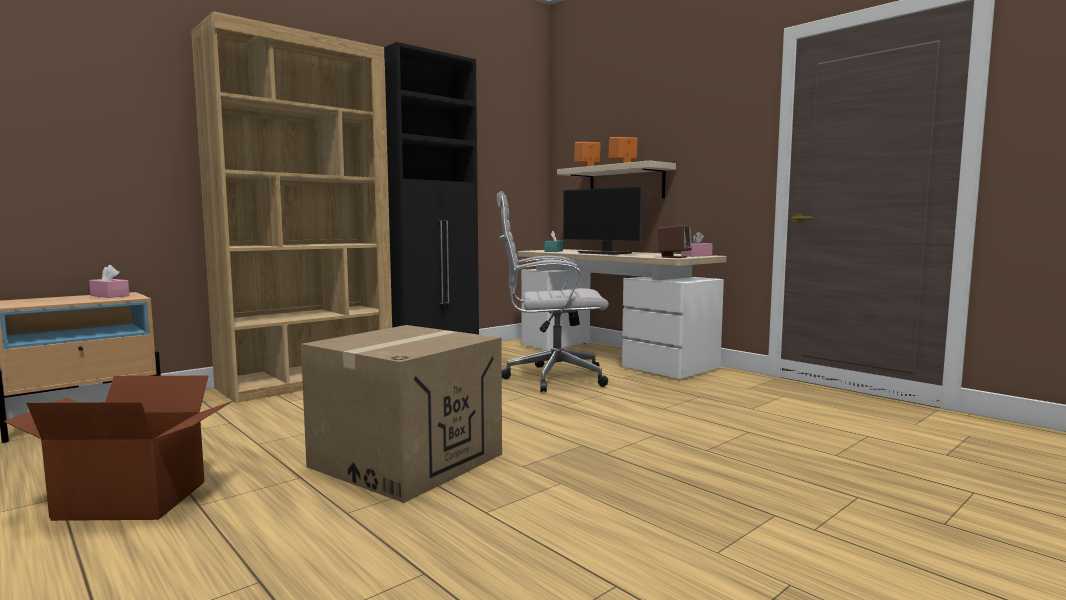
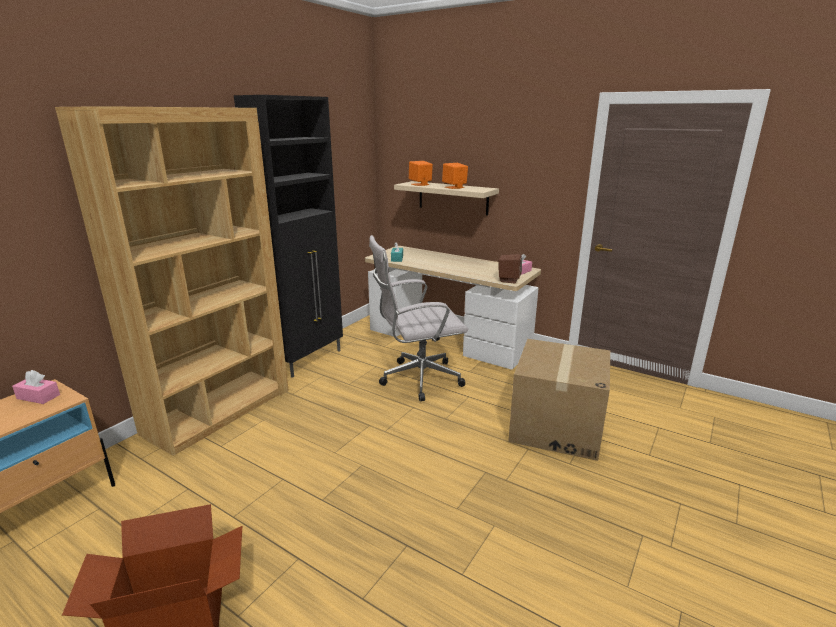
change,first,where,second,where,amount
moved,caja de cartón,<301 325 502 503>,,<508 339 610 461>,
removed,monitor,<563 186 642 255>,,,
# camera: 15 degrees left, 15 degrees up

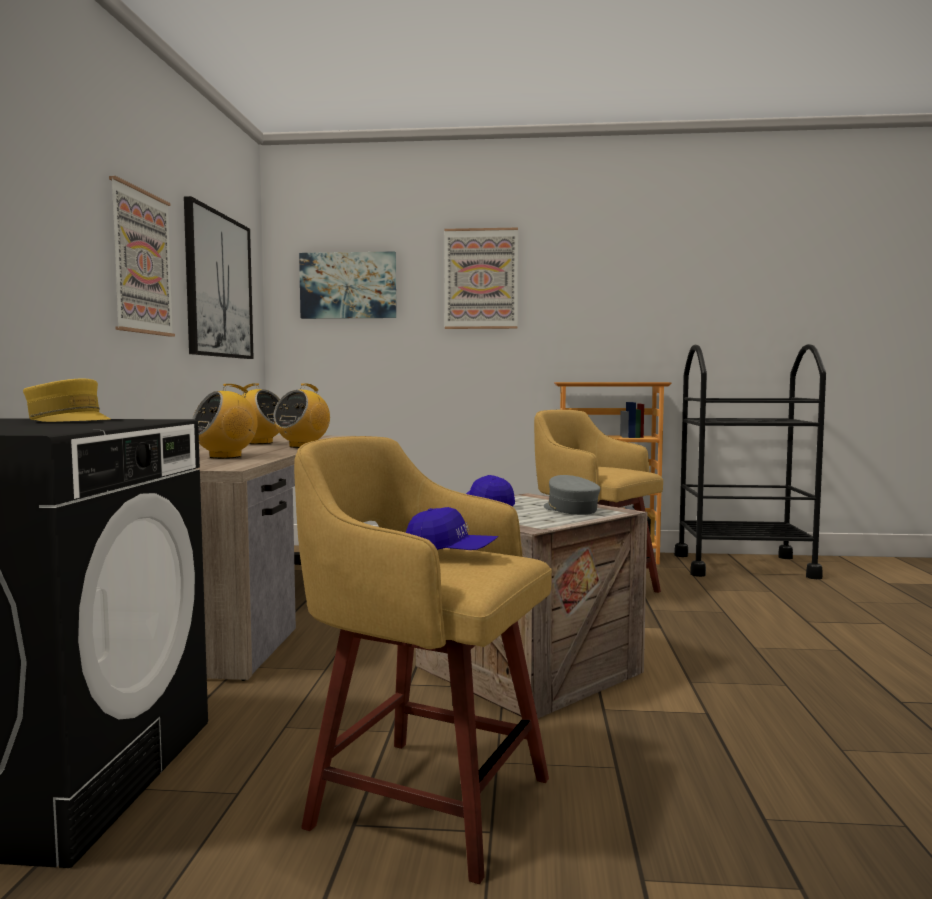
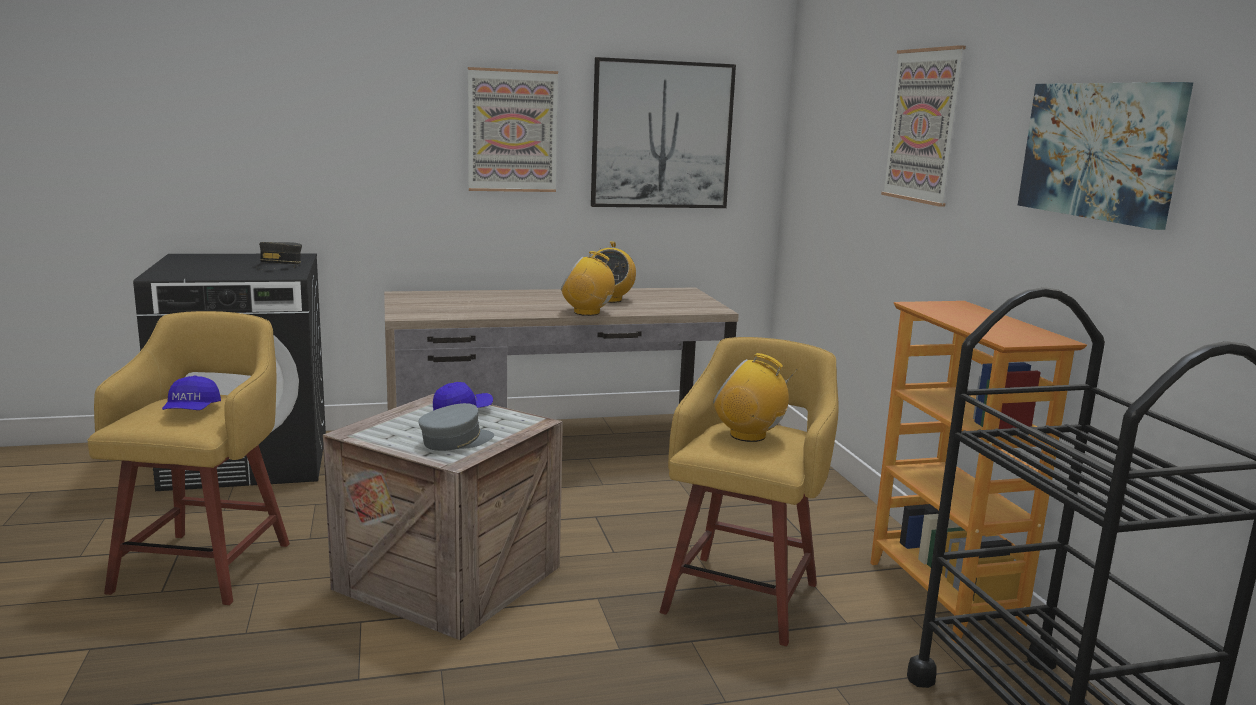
change,first,where,second,where,amount
recoloured,gorra [amarillo],<23 379 110 422>,gorra [gris],<256 242 302 270>,
moved,radio,<192 384 258 459>,,<713 353 797 442>,
moved,cuadro,<299 251 396 319>,,<1018 82 1193 230>,
# camera: 70 degrees right, 10 degrees up

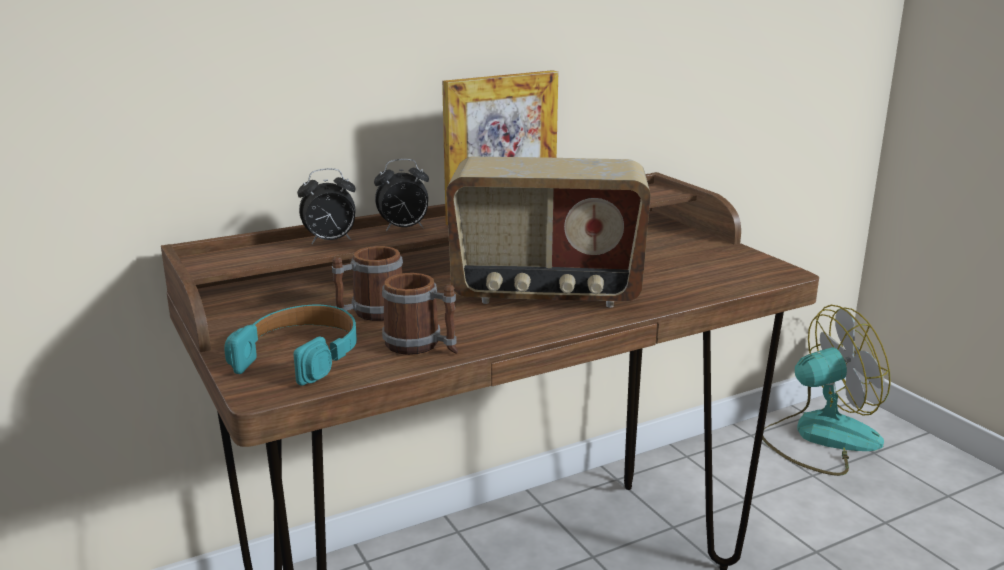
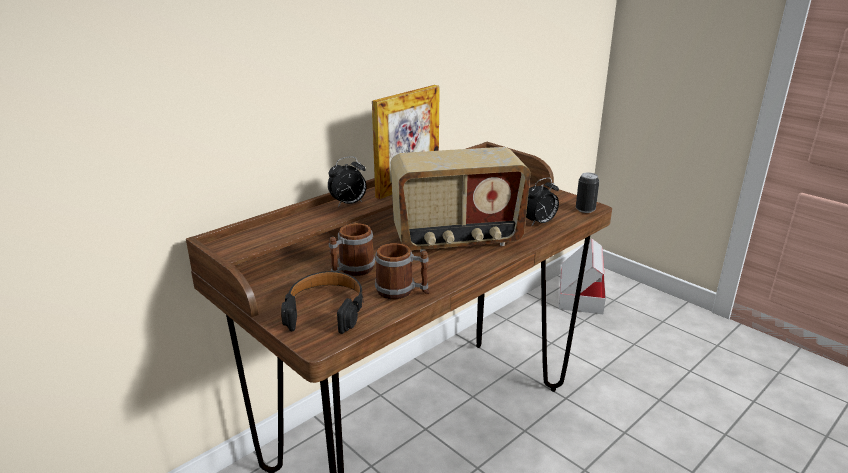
change,first,where,second,where,amount
recoloured,auriculares [turquesa],<224 304 357 386>,auriculares [negro],<281 271 363 334>,
moved,despertador,<297 168 356 244>,,<526 178 559 227>,
replaced,ventilador,<762 305 891 476>,caja de cartón,<559 238 606 314>,
added,,,lata,<576 173 599 213>,
# camera: 15 degrees left, 5 degrees up

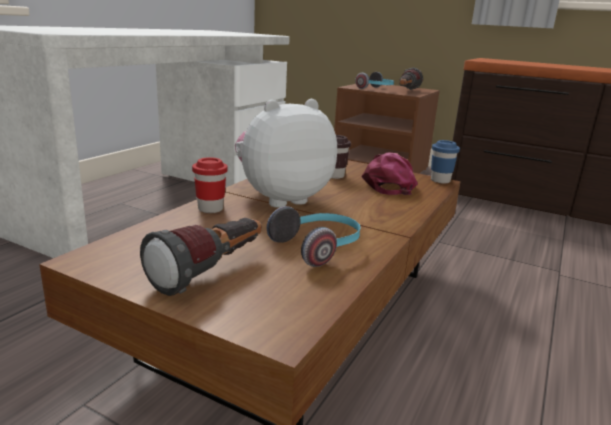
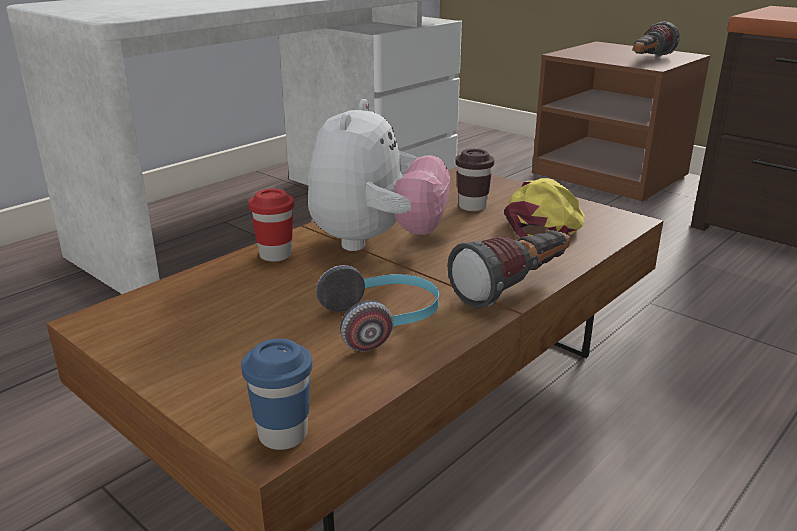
change,first,where,second,where,amount
moved,linterna,<140 218 262 296>,,<447 230 570 308>,
turned,peluche,<235 99 337 208>,,<308 99 450 251>,120 degrees clockwise
removed,auriculares,<355 72 394 89>,,,
recoloured,gorra [rosa],<361 153 418 195>,gorra [amarillo],<504 178 585 238>,
moved,taza [azul],<431 140 460 184>,,<241 338 312 450>,
# camera: 15 degrees right, 5 degrees up

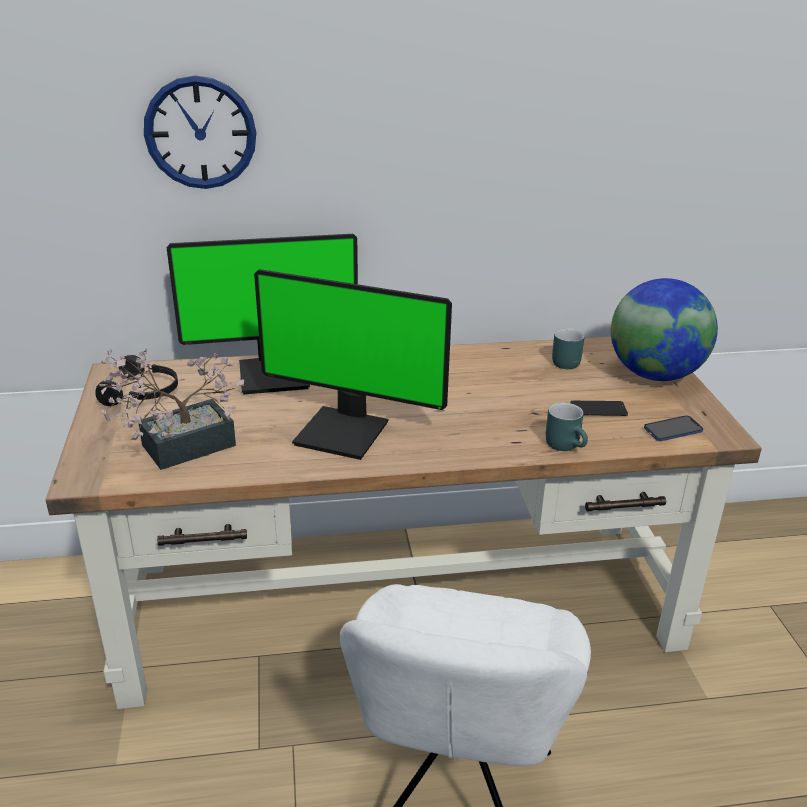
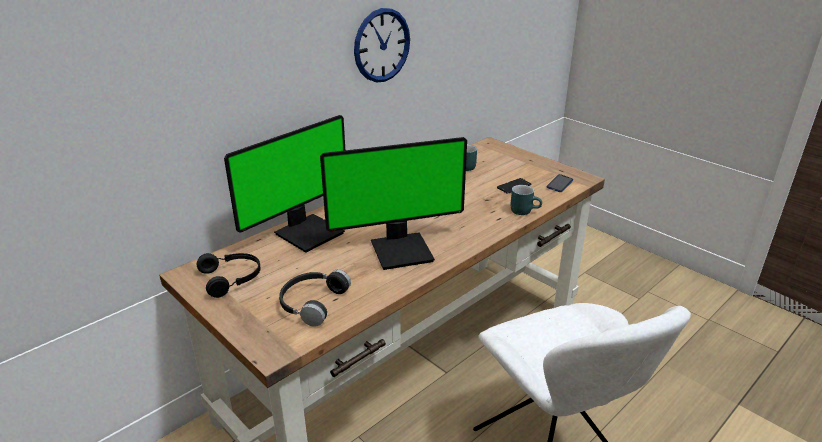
change,first,where,second,where,amount
replaced,planta en maceta,<99 348 244 470>,auriculares [negro],<279 269 351 327>,
moved,reloj de pared,<144 75 256 189>,,<354 8 410 83>,
removed,globo terráqueo,<611 278 718 381>,,,
# camera: 35 degrees left, 0 degrees up

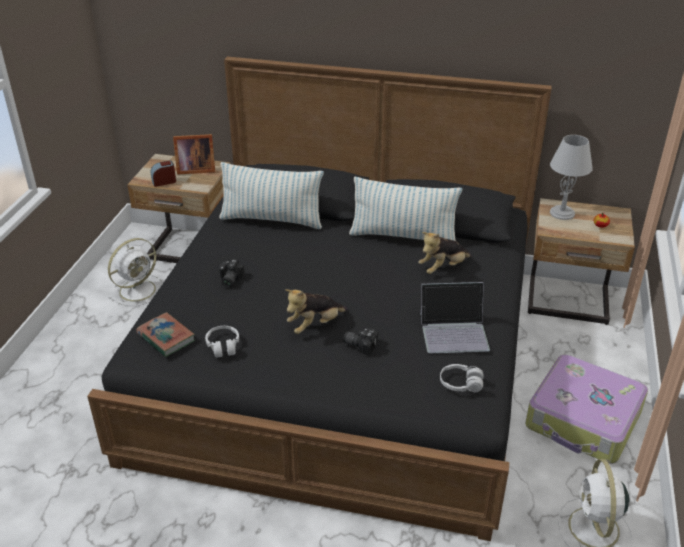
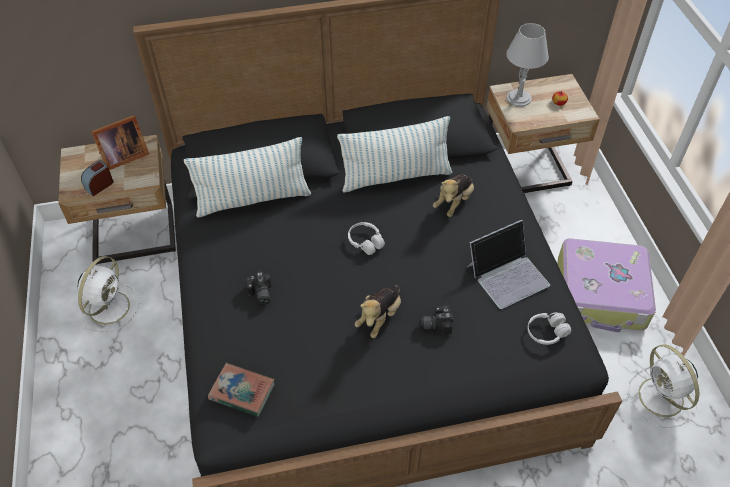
change,first,where,second,where,amount
moved,auriculares [blanco],<205 326 239 358>,,<348 222 385 255>,
# camera: 25 degrees left, 15 degrees up

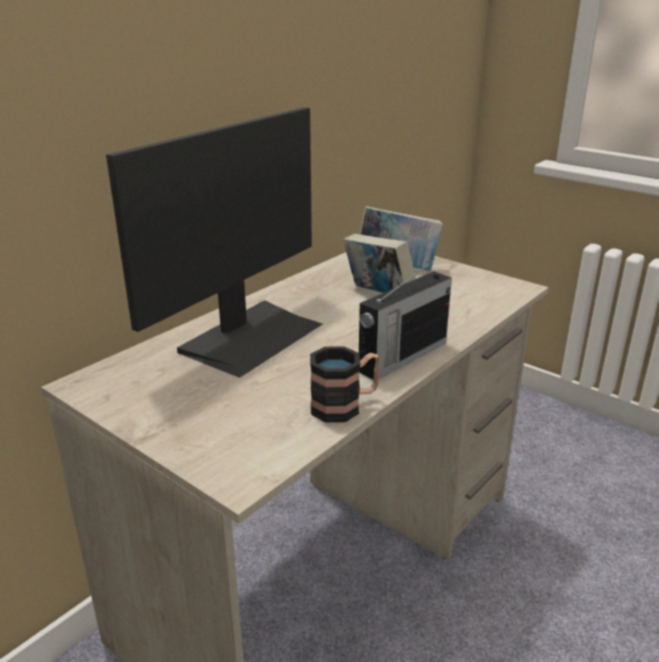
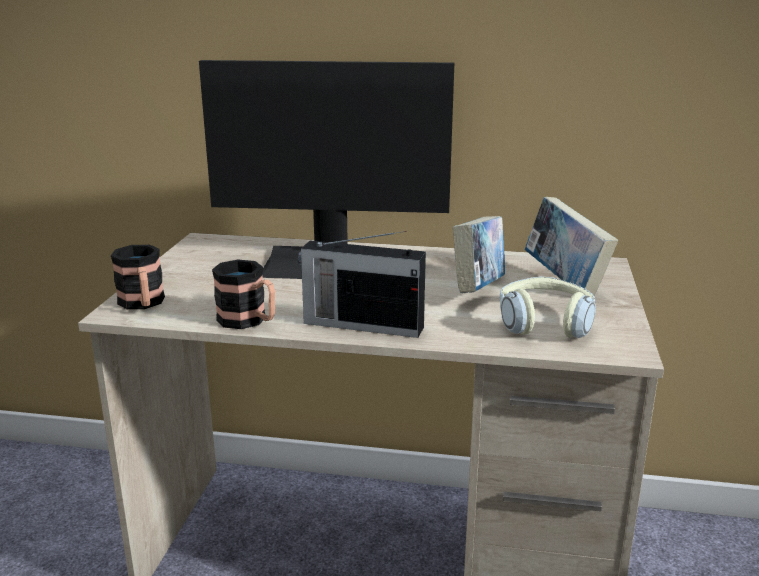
change,first,where,second,where,amount
added,,,taza grande,<111 245 165 309>,
added,,,auriculares,<499 276 596 338>,
# camera: 60 degrees right, 5 degrees down

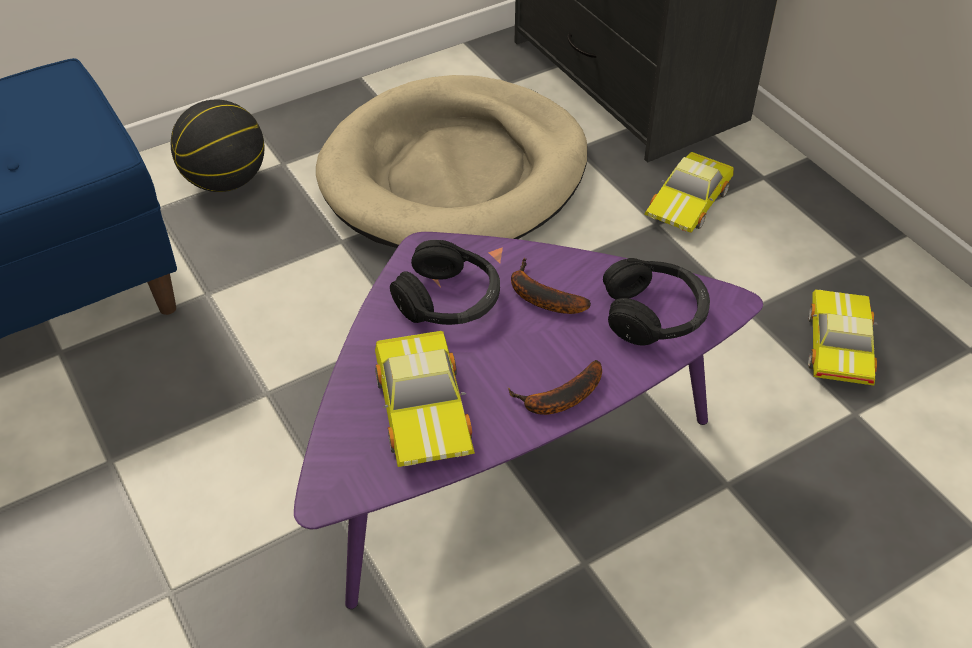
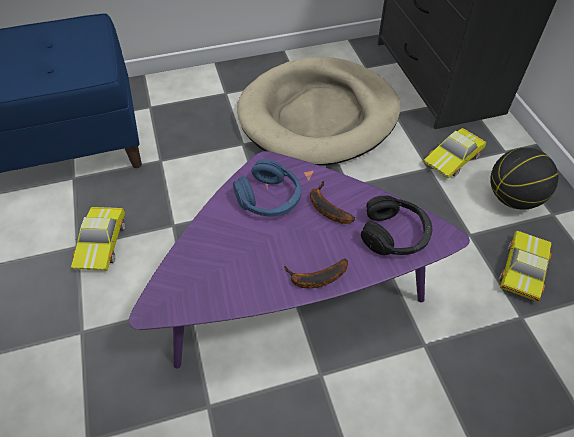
change,first,where,second,where,amount
moved,balón de baloncesto,<171 99 265 192>,,<490 148 558 210>,
moved,coche de juguete,<375 331 475 467>,,<71 207 125 271>,
recoloured,auriculares [negro],<390 240 500 325>,auriculares [azul],<233 159 301 216>,
# camera: 15 degrees right, 5 degrees up

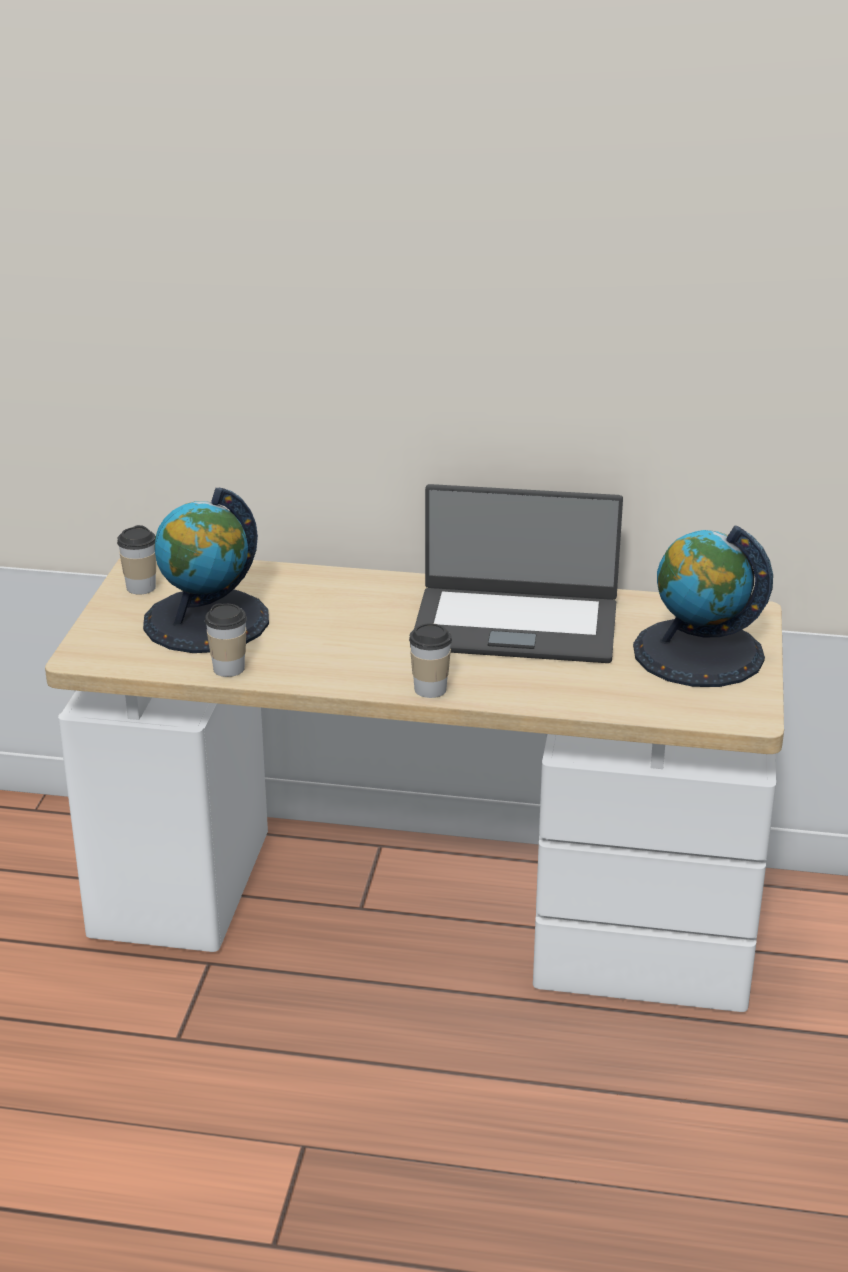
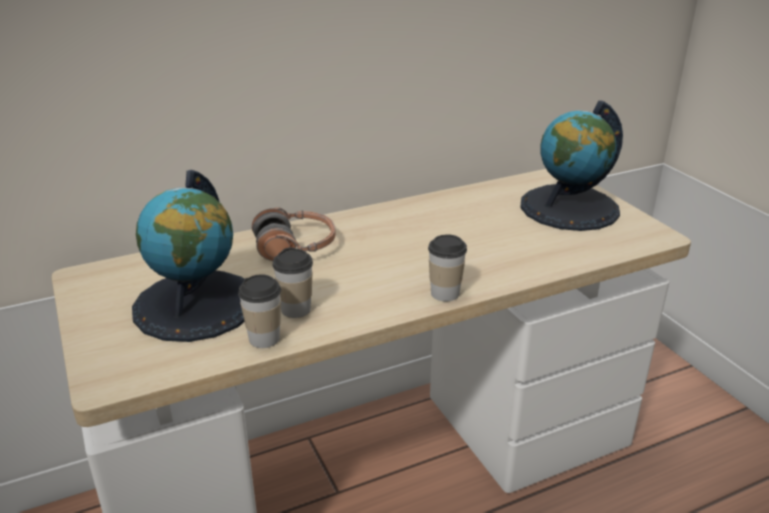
change,first,where,second,where,amount
moved,taza,<117 525 156 595>,,<273 247 313 318>,
removed,portátil,<410 484 623 663>,,,
added,,,auriculares,<252 207 336 261>,
# camera: 35 degrees left, 0 degrees up

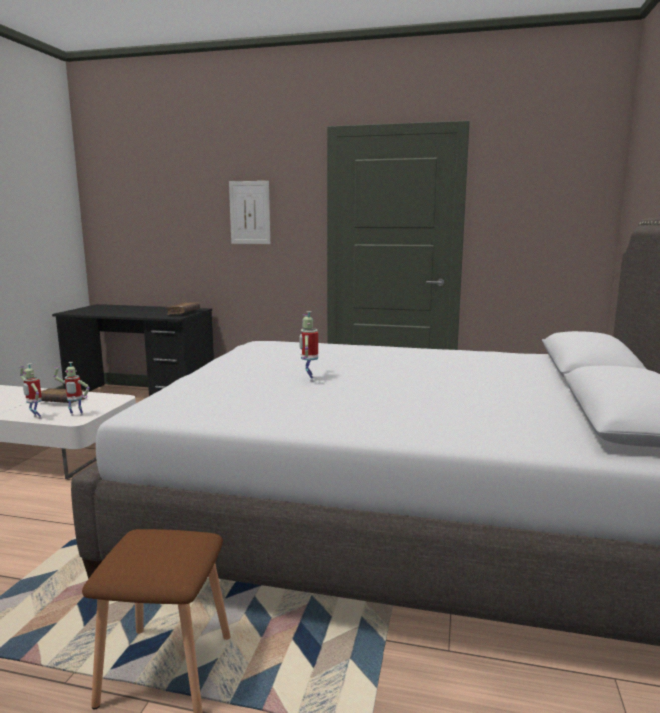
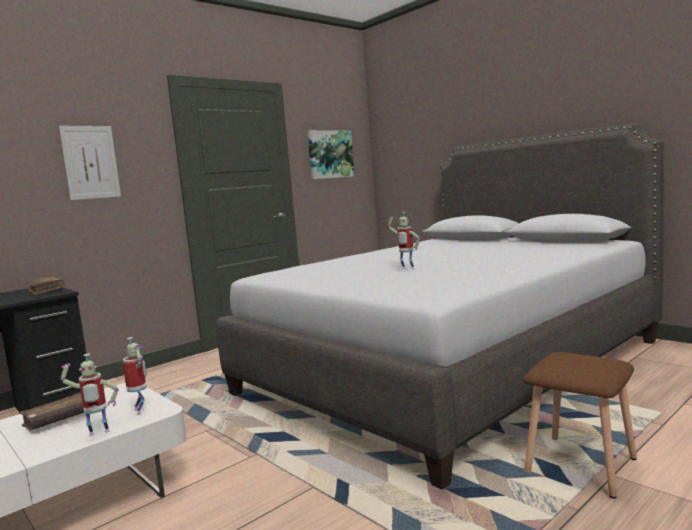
change,first,where,second,where,amount
turned,robot de juguete,<53 362 90 416>,,<123 337 147 415>,60 degrees counterclockwise
added,,,cuadro,<307 130 355 179>,
# camera: 55 degrees left, 5 degrees down

